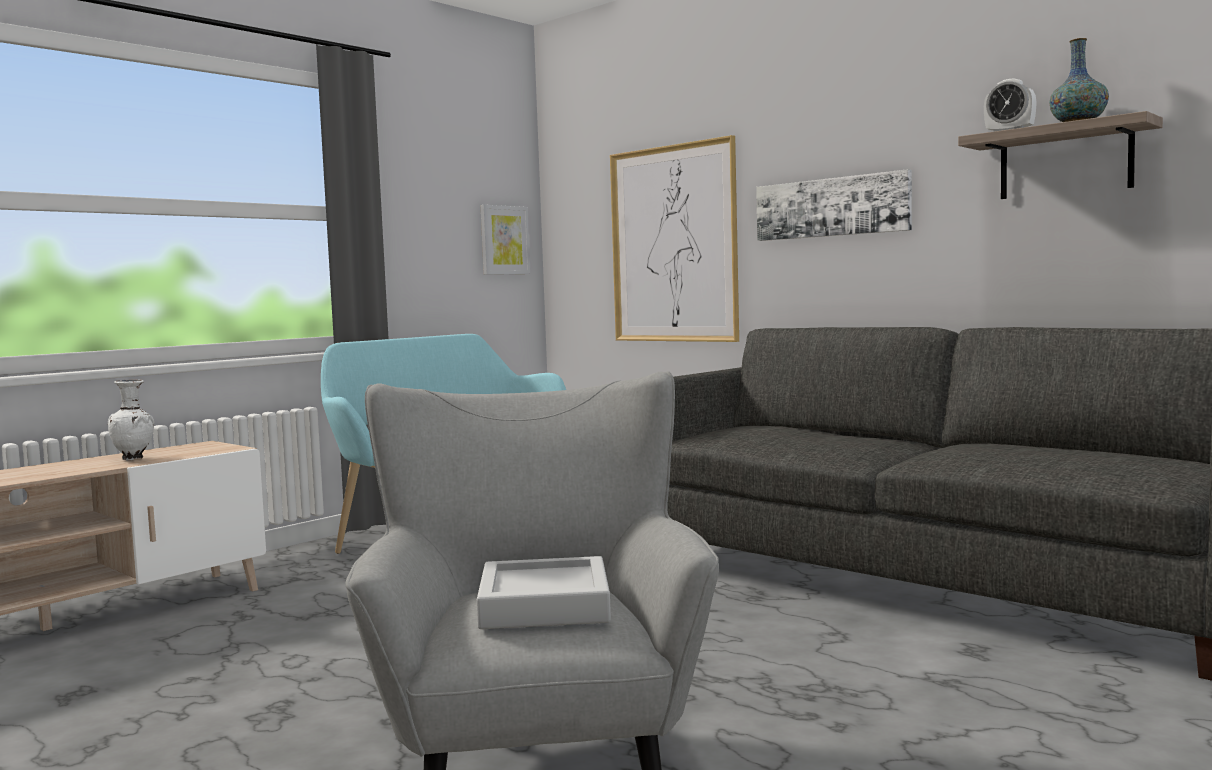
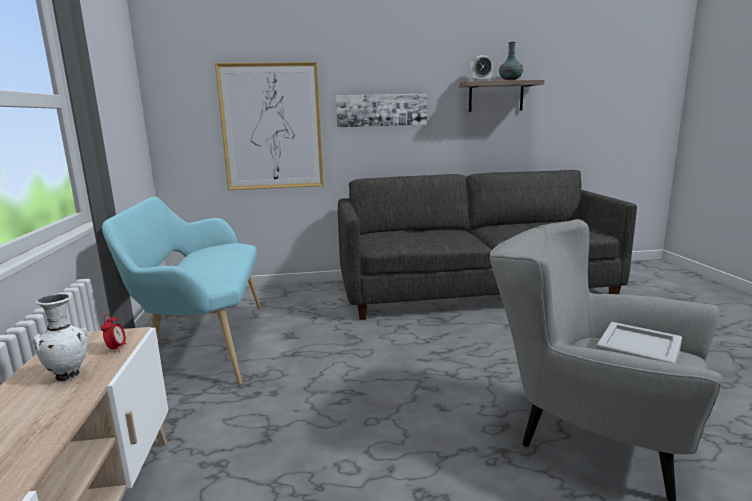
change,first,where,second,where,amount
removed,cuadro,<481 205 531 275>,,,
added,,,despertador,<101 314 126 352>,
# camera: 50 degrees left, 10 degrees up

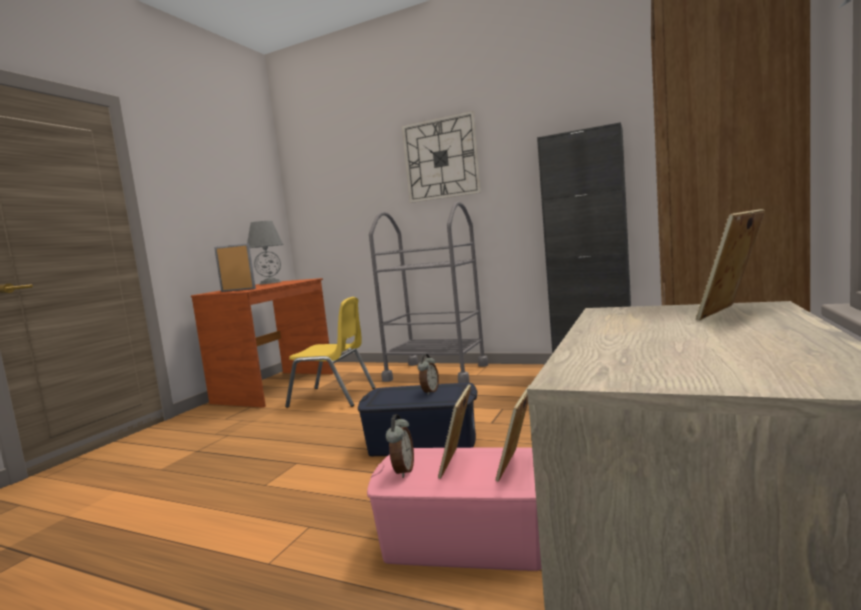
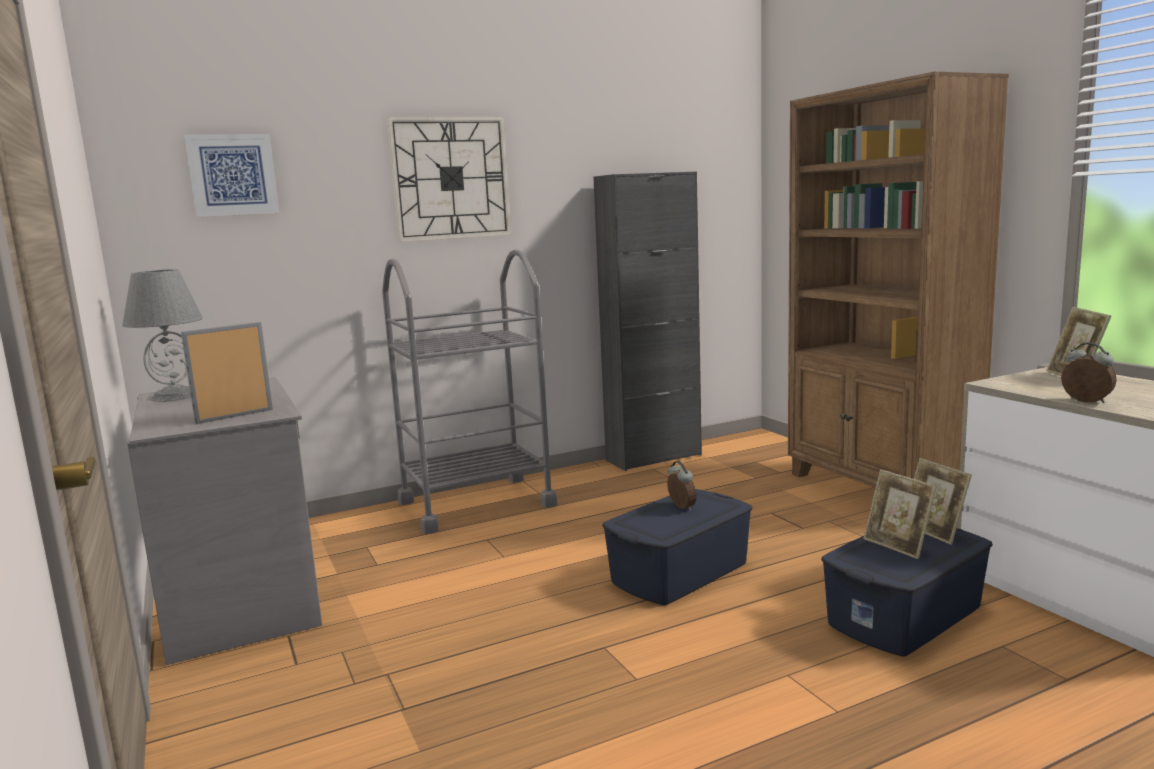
change,first,where,second,where,amount
recoloured,escritorio [marrón],<191 278 333 408>,escritorio [gris],<127 377 322 665>,
removed,silla [amarillo],<285 297 376 408>,,,
recoloured,caja de almacenaje [rosa],<367 447 541 571>,caja de almacenaje [azul],<821 528 993 656>,
moved,despertador,<386 414 414 478>,,<1061 342 1117 403>,
added,,,cuadro,<184 134 279 217>,
# camera: 50 degrees left, 5 degrees up

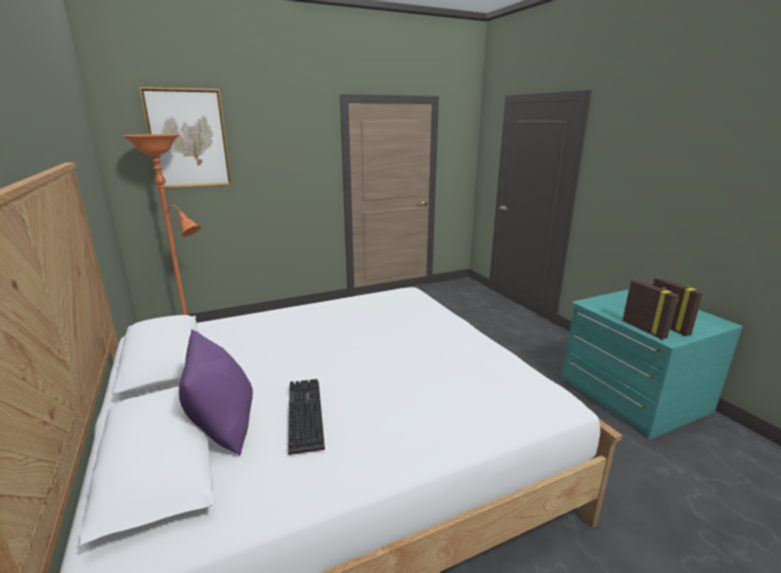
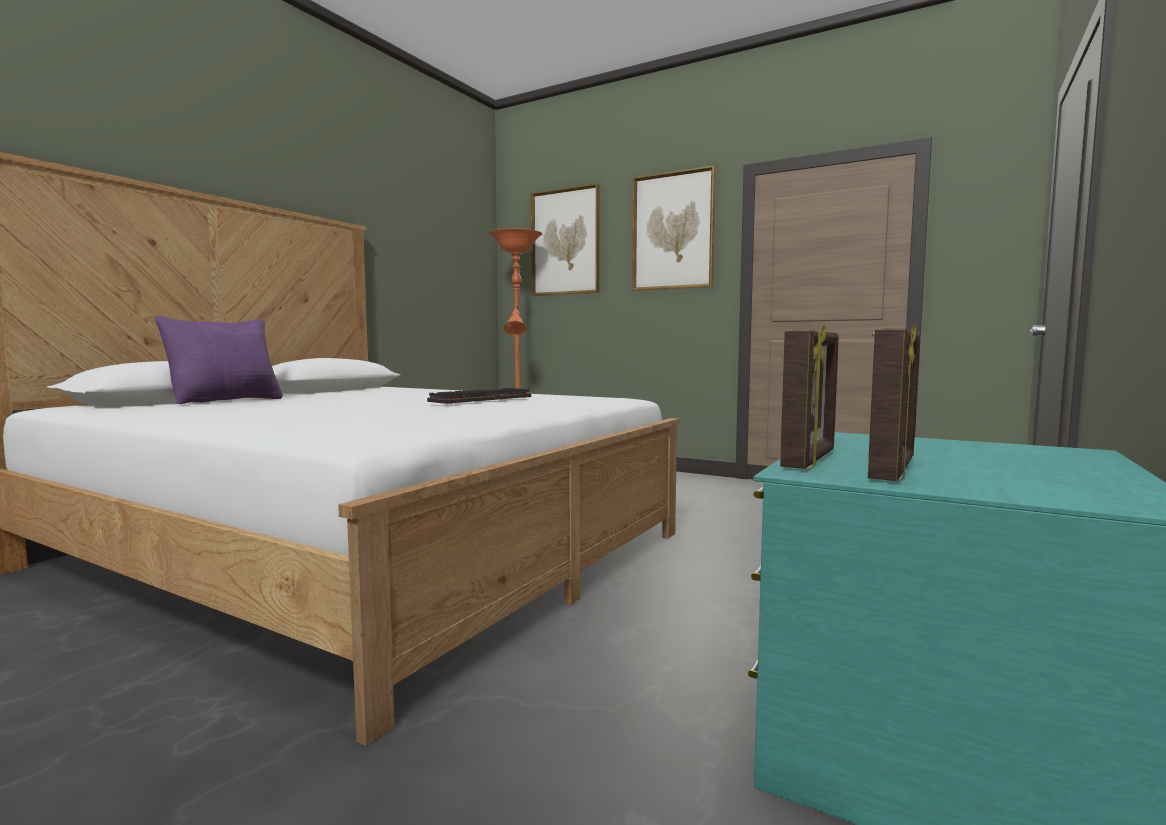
change,first,where,second,where,amount
moved,teclado,<288 379 325 455>,,<427 388 531 404>,
added,,,cuadro,<632 165 716 291>,
# camera: 55 degrees right, 15 degrees down

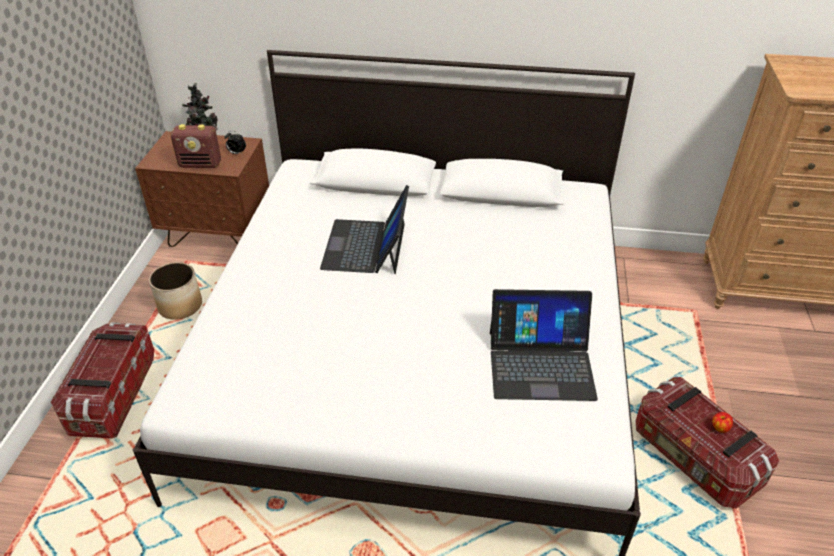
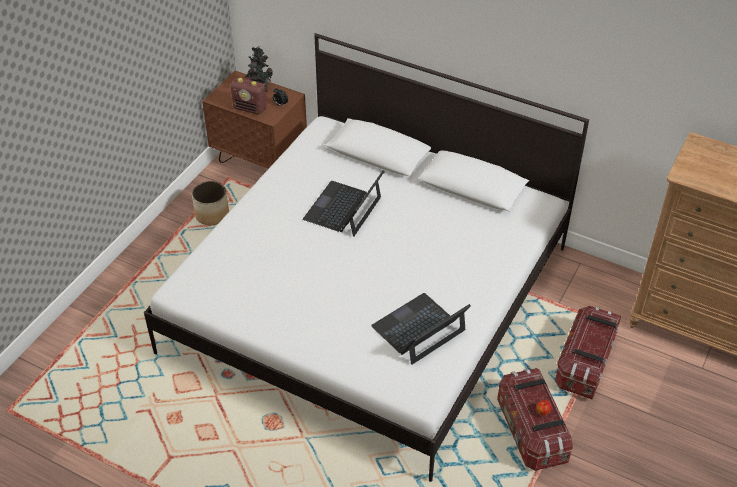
change,first,where,second,where,amount
moved,caja de almacenaje,<51 323 154 439>,,<555 306 621 399>,
turned,portátil,<490 289 598 401>,,<371 293 471 365>,120 degrees clockwise
# camera: 20 degrees right, 5 degrees up

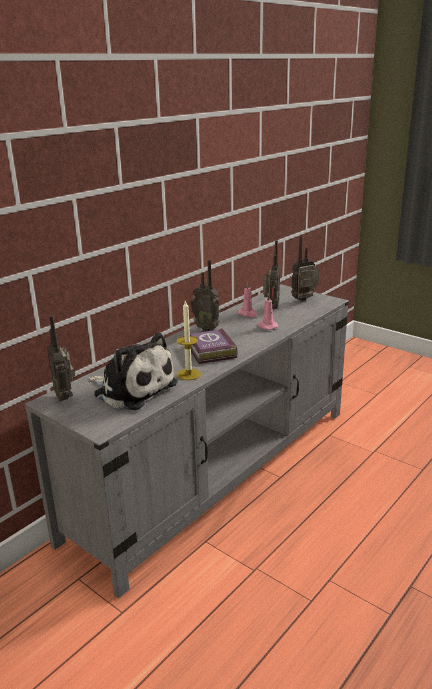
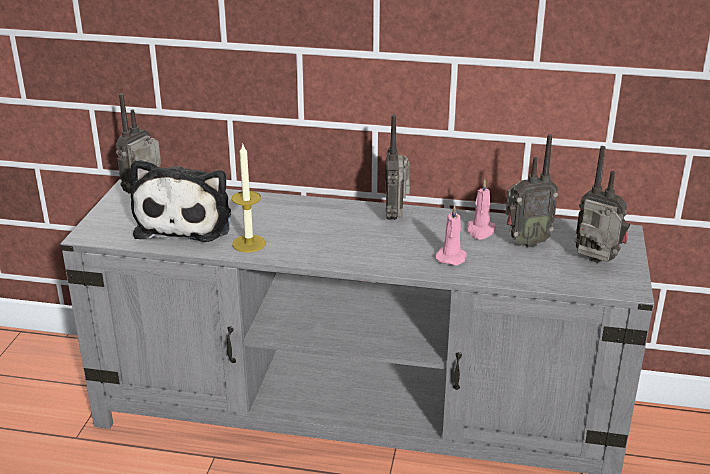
change,first,where,second,where,amount
removed,libro,<190 328 238 364>,,,
# camera: 60 degrees right, 5 degrees up

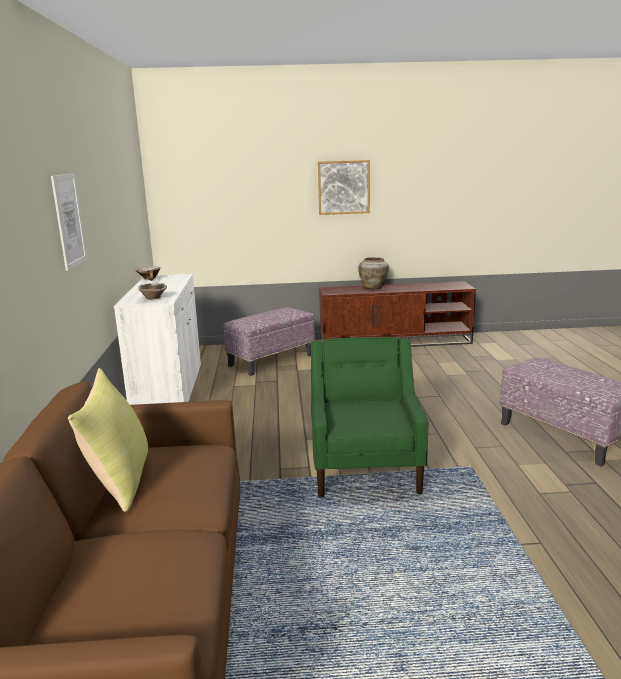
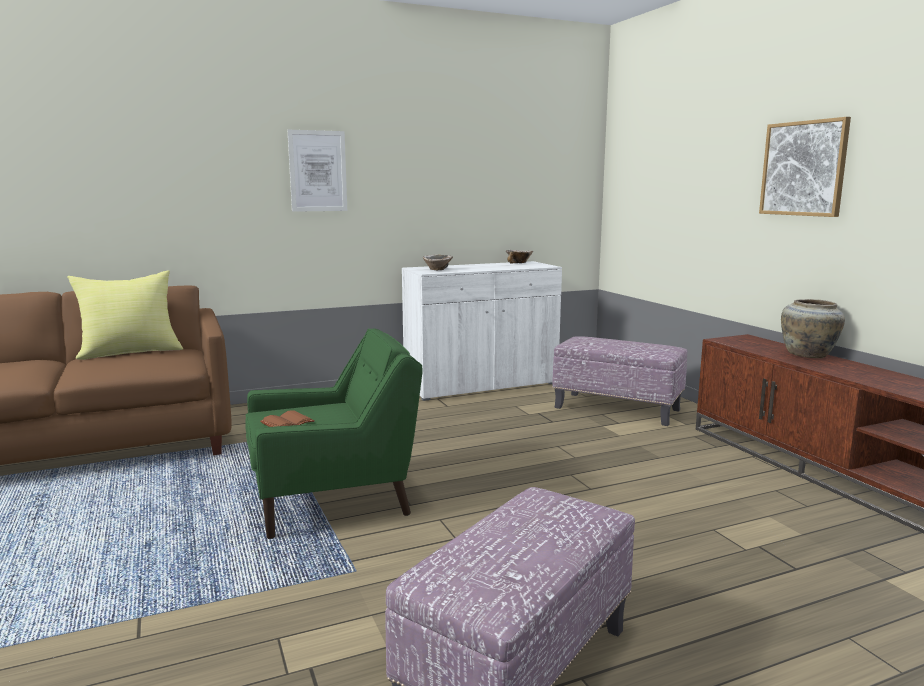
change,first,where,second,where,amount
added,,,libro [marrón],<260 410 315 427>,
# camera: 70 degrees right, 5 degrees down

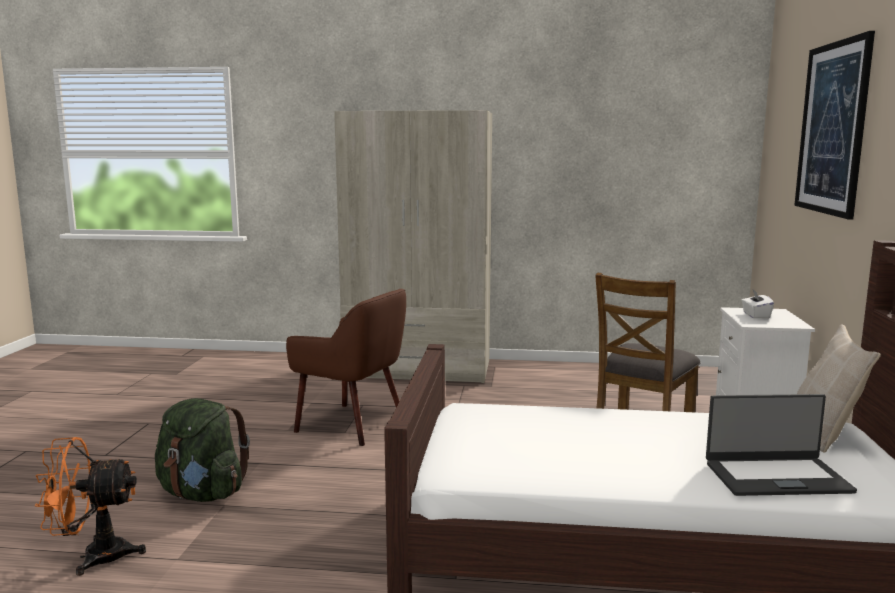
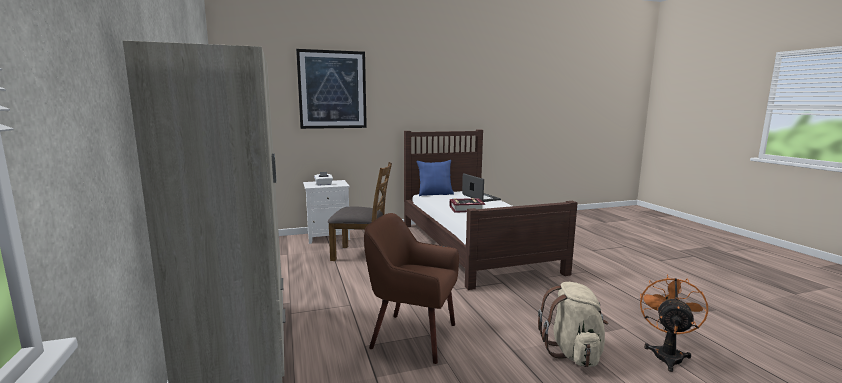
change,first,where,second,where,amount
turned,ventilador [naranja],<35 437 146 576>,,<640 274 708 372>,120 degrees counterclockwise
recoloured,mochila [verde],<155 398 250 502>,mochila [beis],<538 282 609 367>,
turned,sillón [marrón],<286 289 406 446>,,<364 213 459 364>,75 degrees counterclockwise
recoloured,cojín [beis],<797 324 881 453>,cojín [azul],<417 160 454 196>,
added,,,libro,<450 198 485 213>,
# camera: 115 degrees left, 0 degrees up

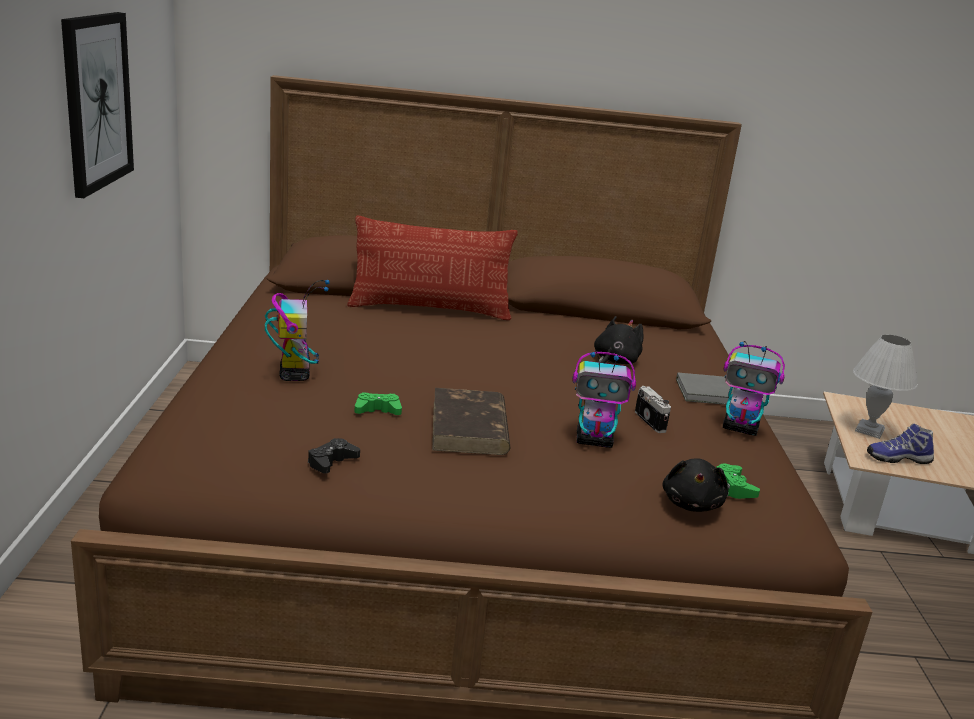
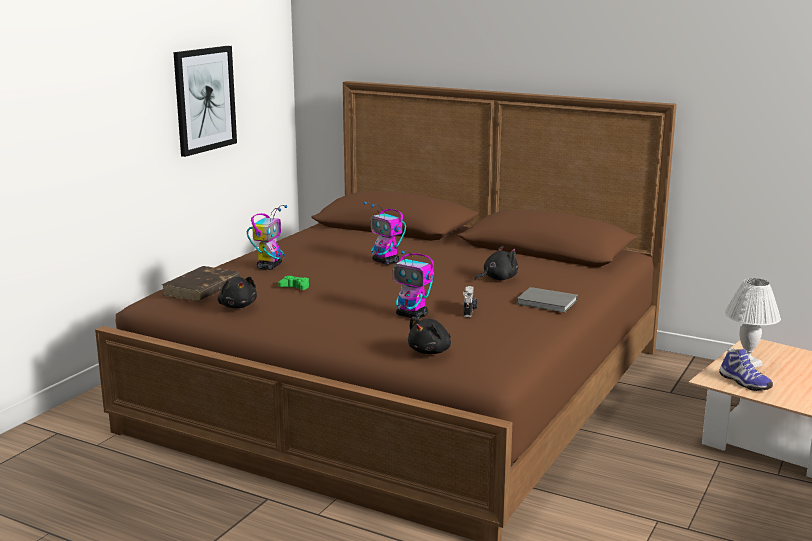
change,first,where,second,where,amount
replaced,mando de consola [negro],<308 438 360 474>,peluche [negro],<218 277 257 308>,
removed,cojín,<347 215 518 320>,,,
moved,libro [marrón],<432 388 510 455>,,<162 266 241 301>,
removed,mando de consola [verde],<716 464 760 499>,,,
moved,robot de juguete,<723 341 785 436>,,<364 202 406 265>,
turned,zapato,<867 424 934 464>,,<719 348 773 391>,150 degrees counterclockwise
# camera: 30 degrees right, 5 degrees down

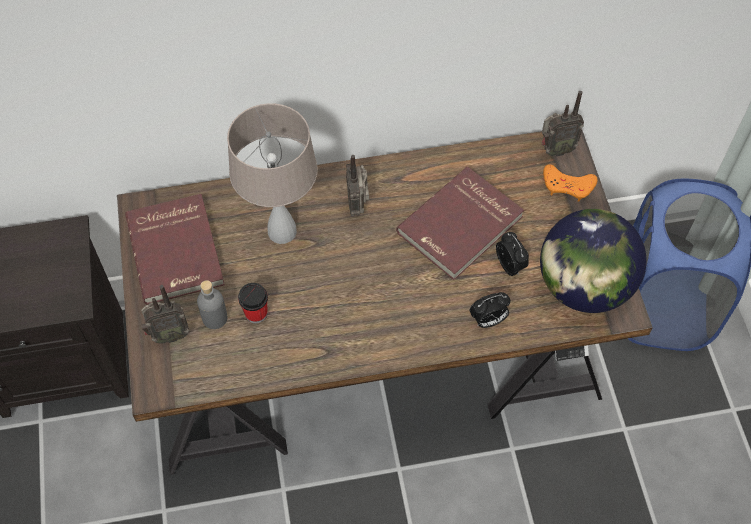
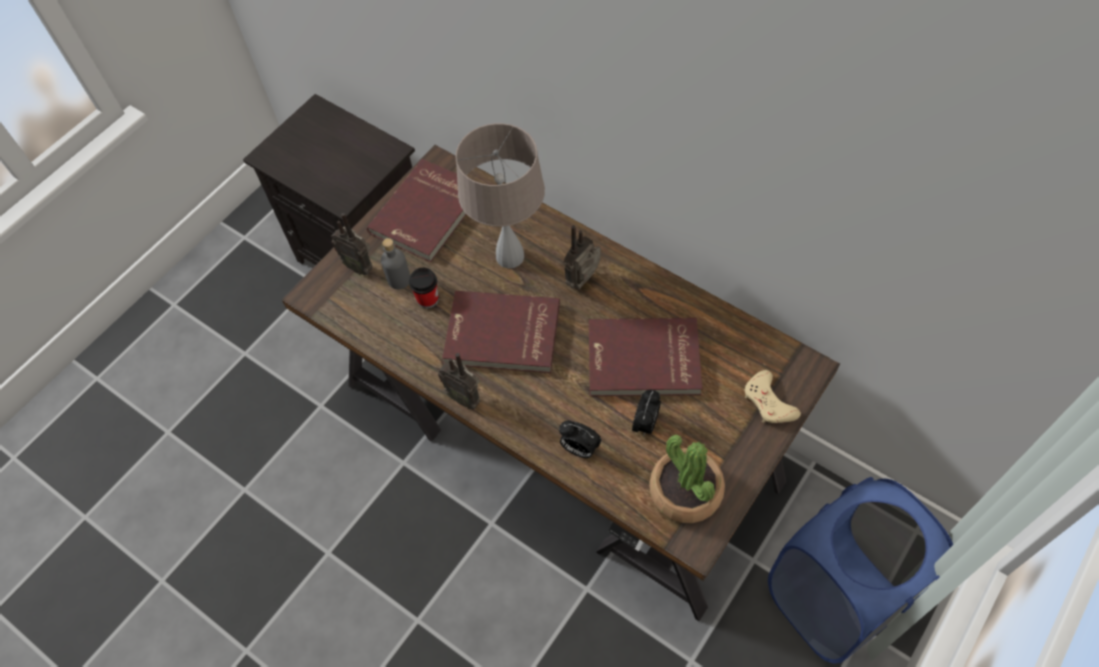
change,first,where,second,where,amount
replaced,globo terráqueo,<540 209 647 313>,planta en maceta,<649 435 725 523>,
moved,radio,<542 91 584 157>,,<438 353 480 409>,
recoloured,mando de consola [naranja],<543 164 598 202>,mando de consola [beis],<745 370 801 423>,
added,,,libro [rojo],<442 291 560 373>,
# camera: 50 degrees right, 0 degrees up

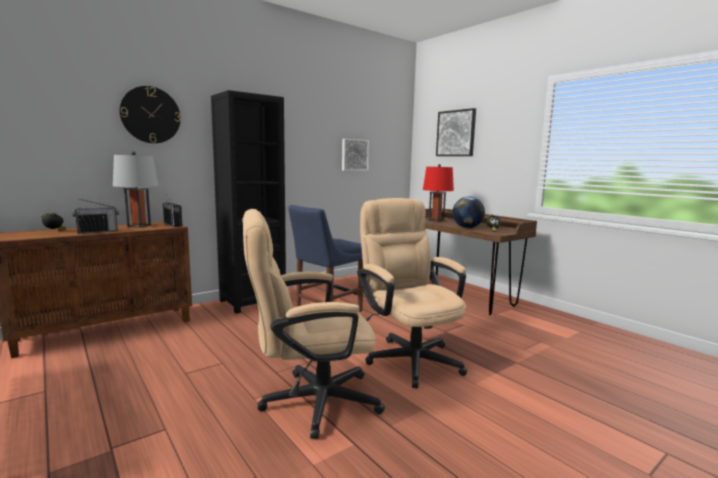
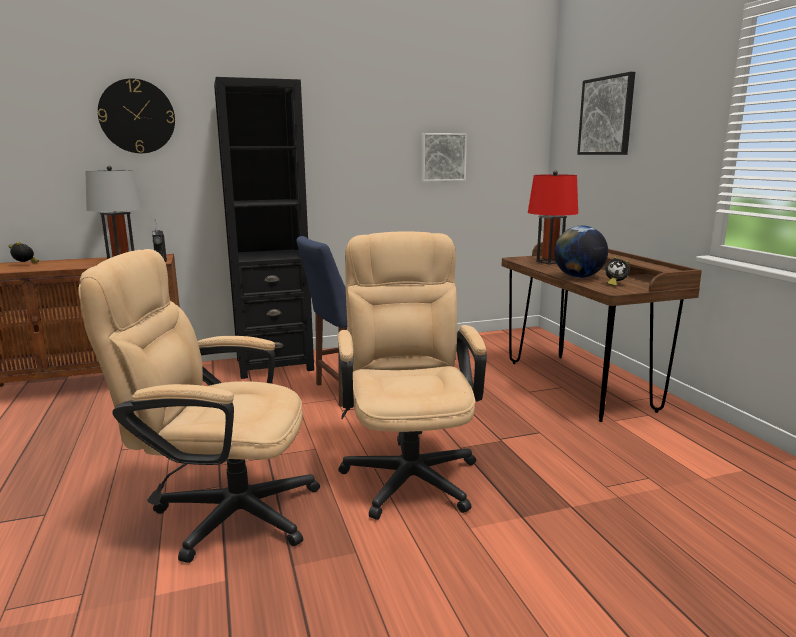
change,first,where,second,where,amount
removed,radio,<72 199 119 234>,,,
# camera: 20 degrees right, 5 degrees up

